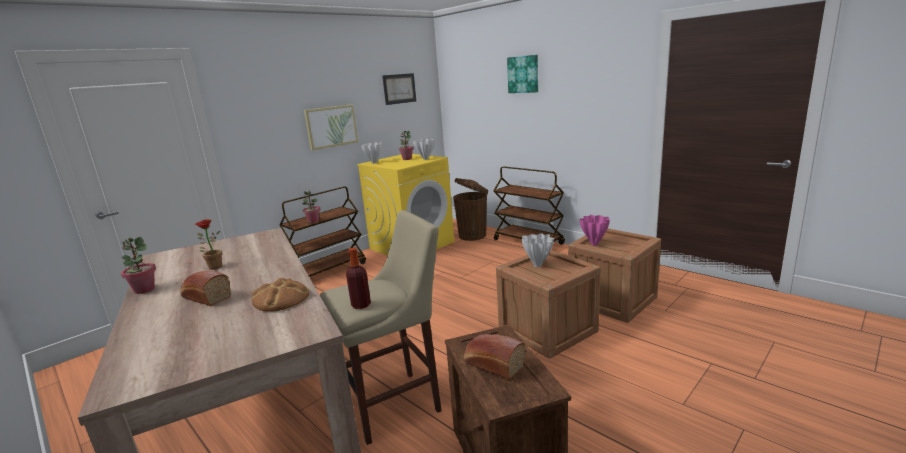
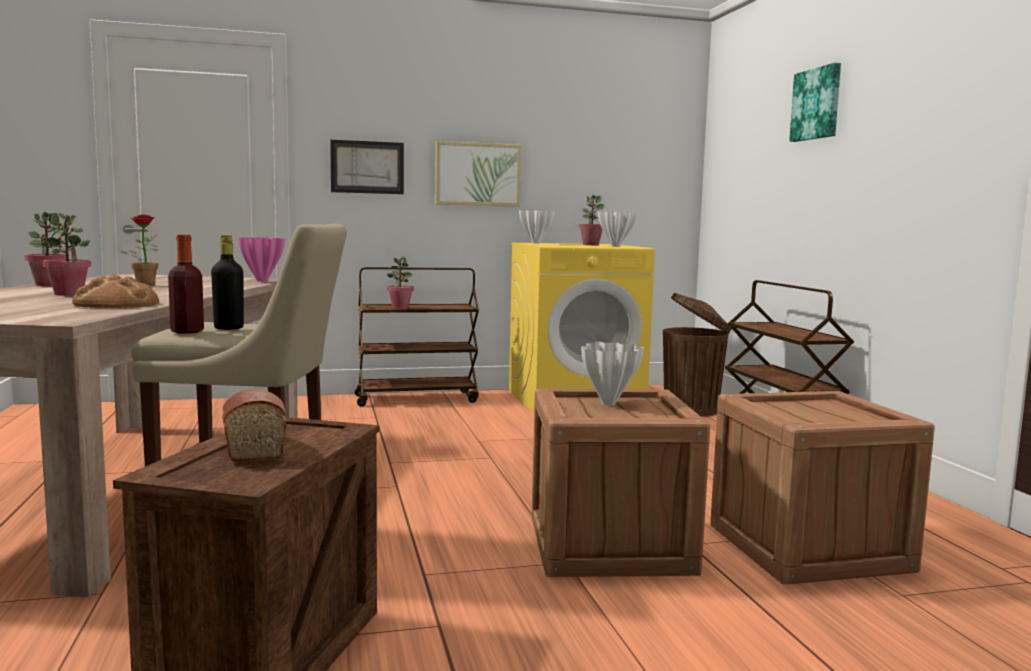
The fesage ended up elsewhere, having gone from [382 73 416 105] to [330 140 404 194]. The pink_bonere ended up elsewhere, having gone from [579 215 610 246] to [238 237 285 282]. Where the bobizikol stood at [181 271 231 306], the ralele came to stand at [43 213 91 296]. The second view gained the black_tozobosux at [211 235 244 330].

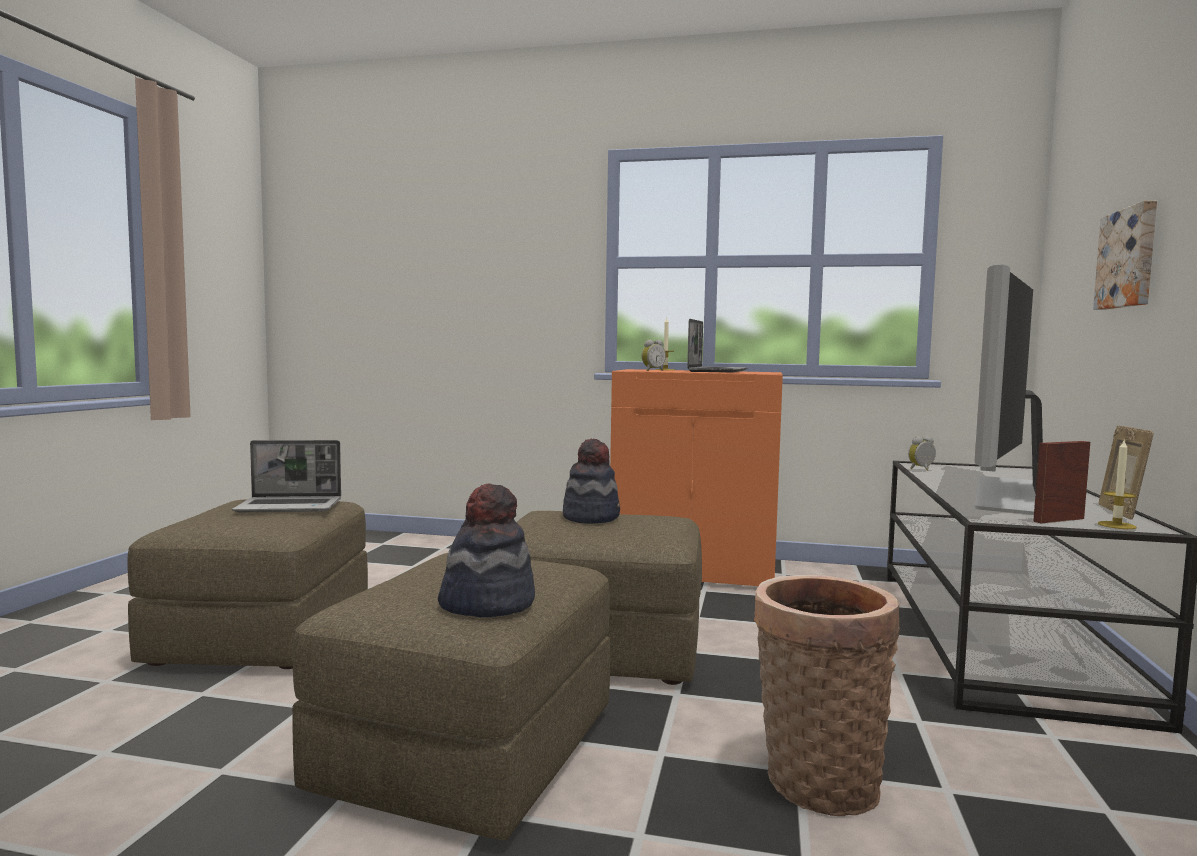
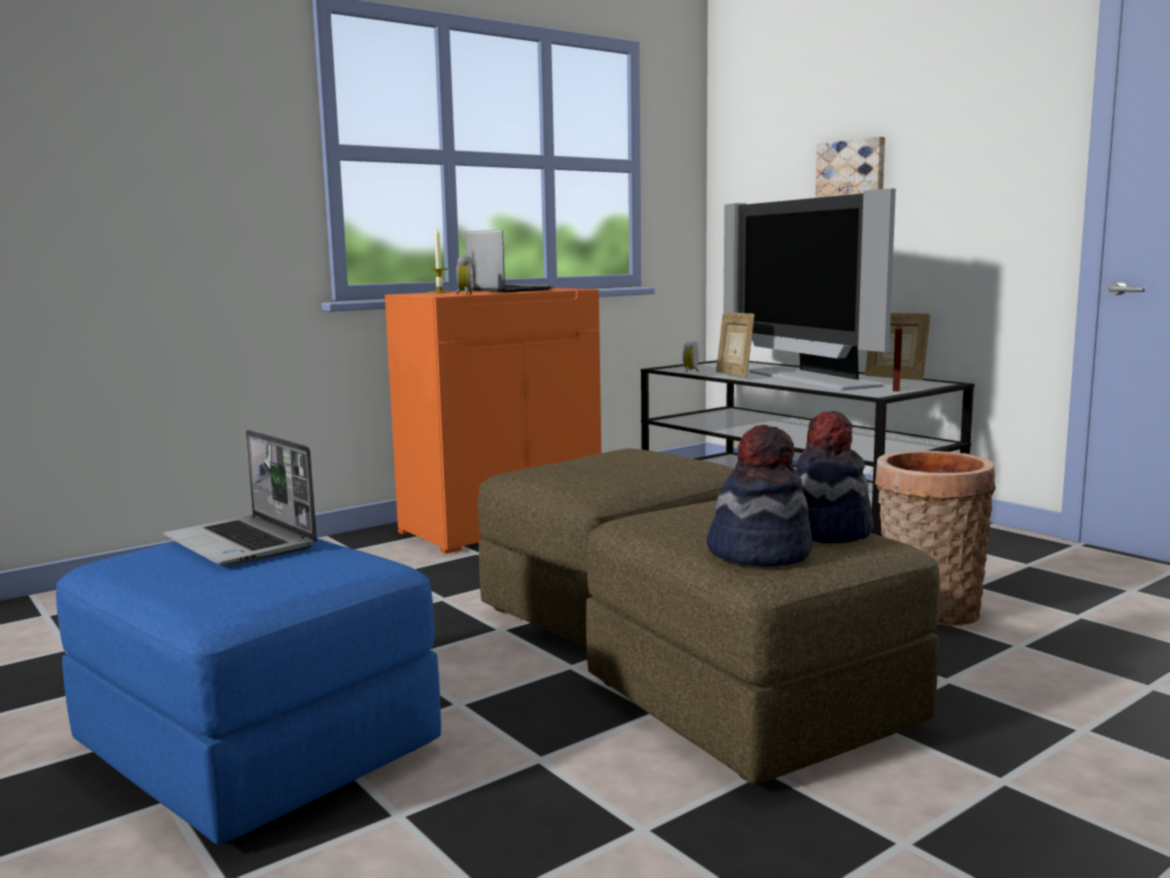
The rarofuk ended up elsewhere, having gone from [563 438 620 524] to [707 425 813 566]. The second view lost the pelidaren at [1098 439 1136 529]. The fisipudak at [232 440 341 512] ended up facing another way, 105 degrees clockwise from before. What was the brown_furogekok at [127 499 368 669] turned into the blue_furogekok at [56 538 441 845]. The second view gained the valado at [716 312 755 377].

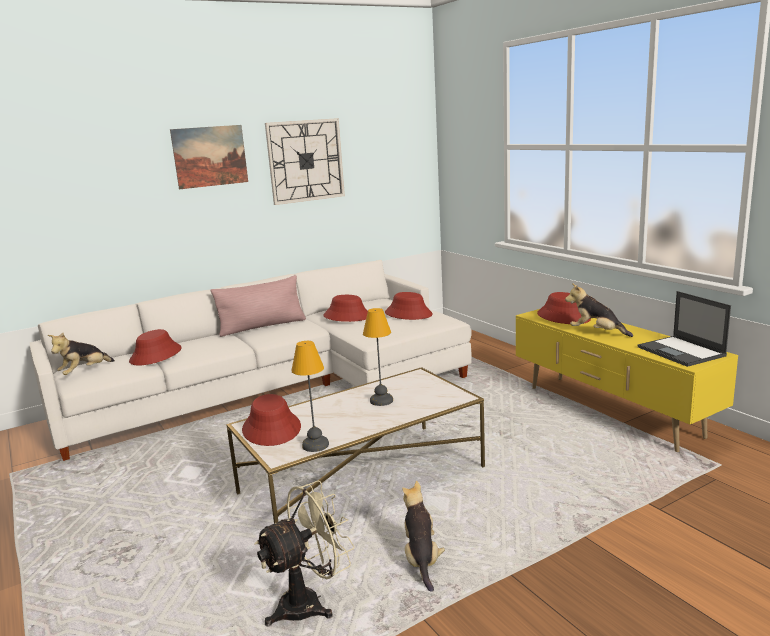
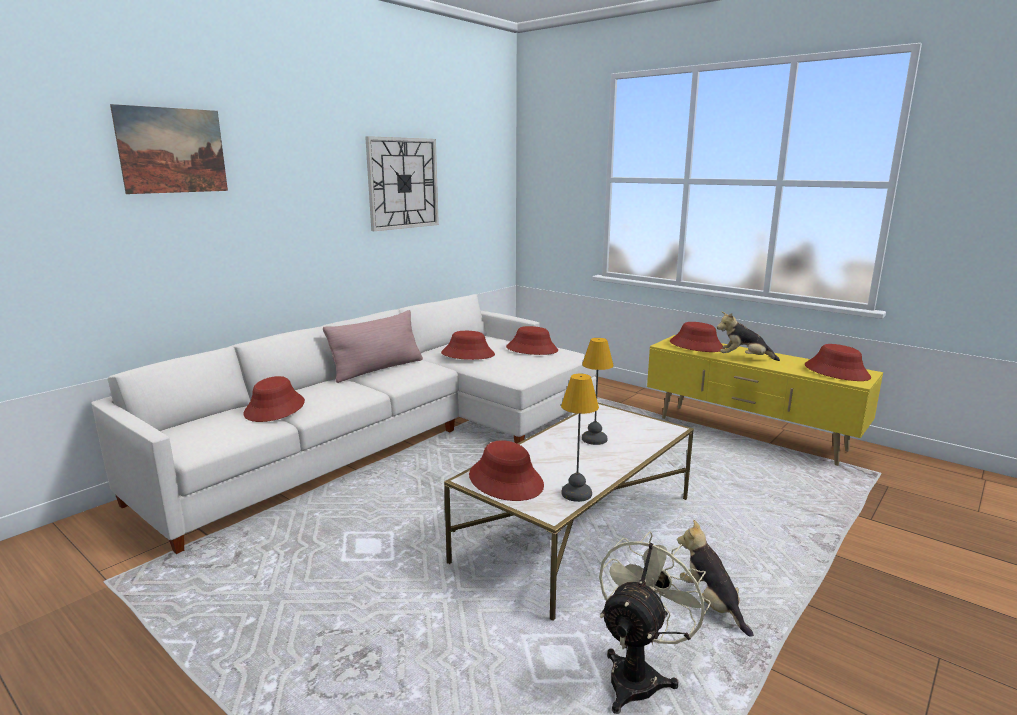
The fesage ended up elsewhere, having gone from [170 125 248 189] to [110 104 228 194]. Where the fisipudak stood at [638 291 731 367], the red_rarofuk came to stand at [805 344 871 381]. The second view lost the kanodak at [48 333 115 375].

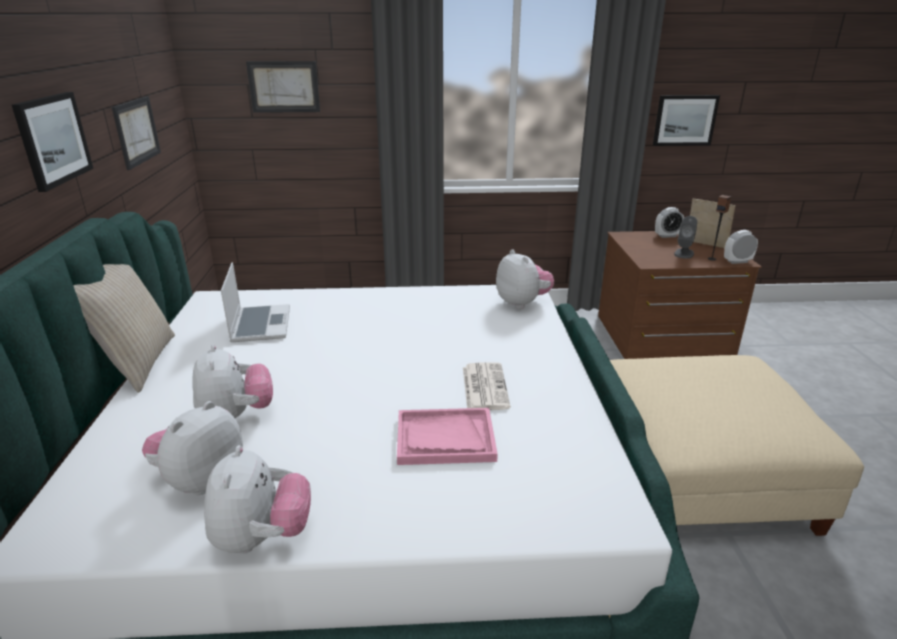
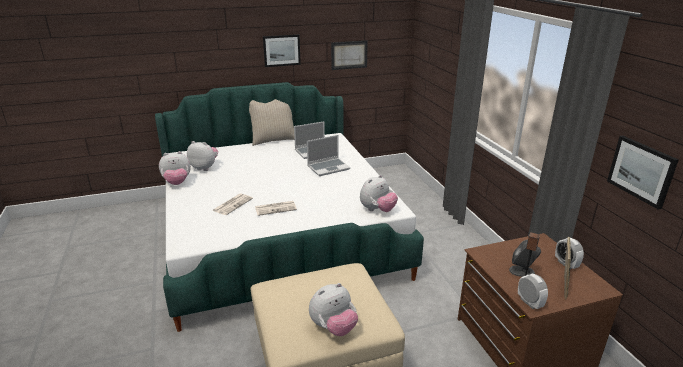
The second view lost the fesage at [246 61 320 113]. The kanodak ended up elsewhere, having gone from [193 344 273 418] to [309 283 358 336]. Where the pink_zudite stood at [397 408 498 465], the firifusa came to stand at [212 194 253 215]. The second view gained the fisipudak at [307 135 350 176].

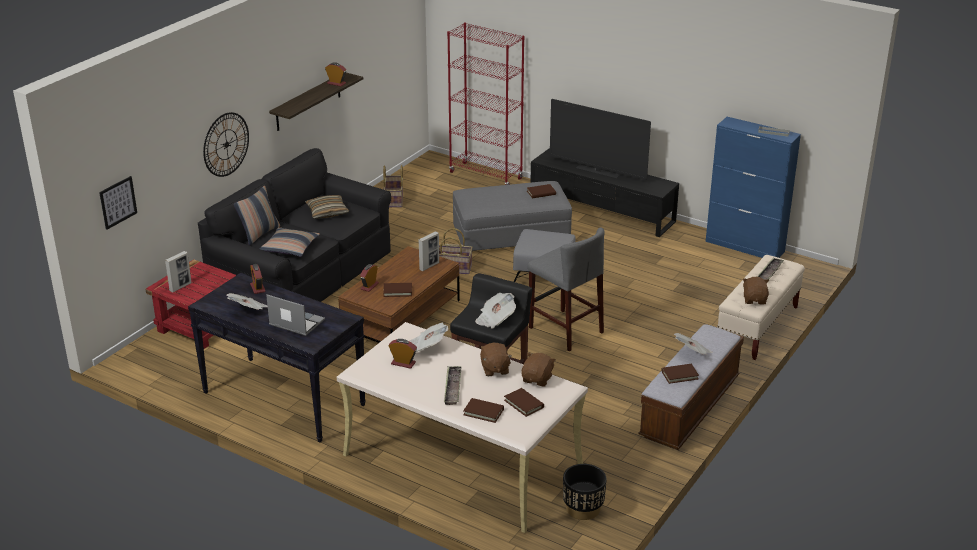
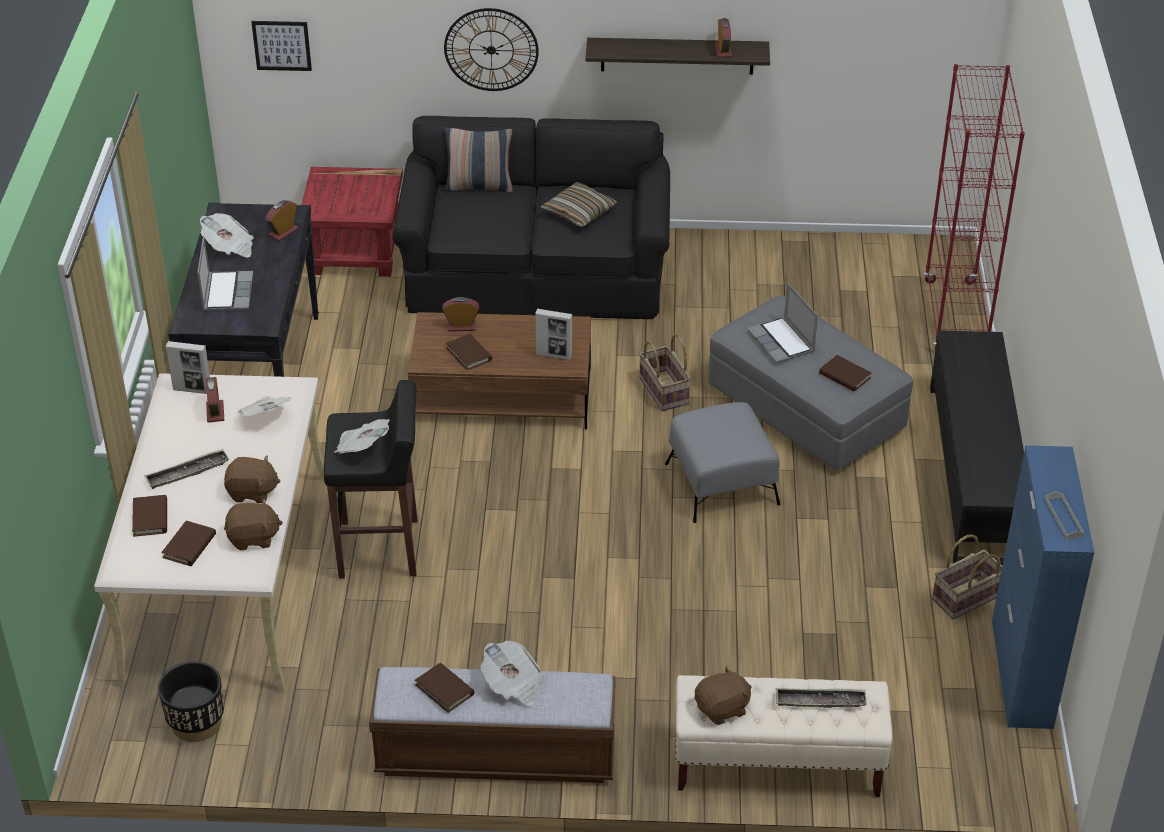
The second view lost the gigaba at [550 99 651 180]. The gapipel ended up elsewhere, having gone from [383 165 403 207] to [932 534 1002 619]. The second view lost the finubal at [260 227 320 257]. The second view lost the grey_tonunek at [528 228 605 352]. The valado ended up elsewhere, having gone from [165 251 192 293] to [166 341 210 394]. The brown_kanodak at [480 343 512 376] ended up facing another way, 135 degrees counterclockwise from before. The second view gained the fisipudak at [747 283 818 364].

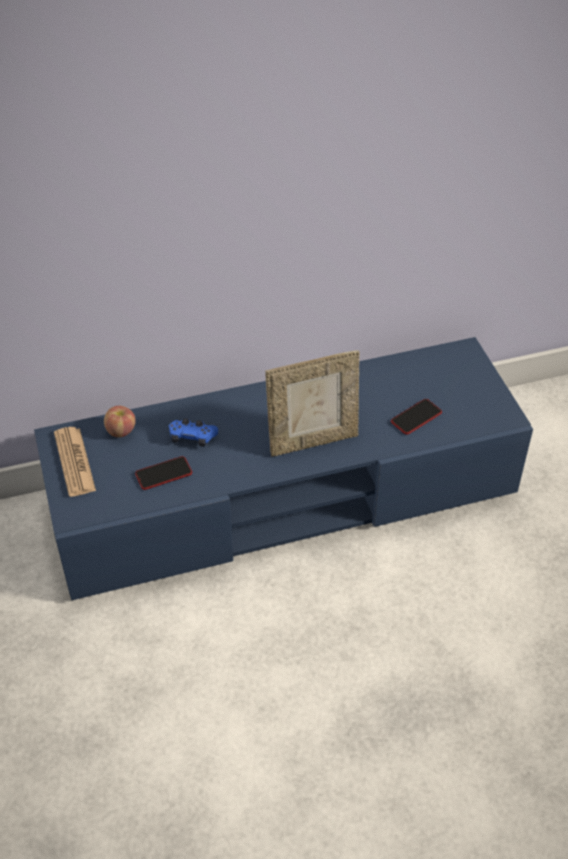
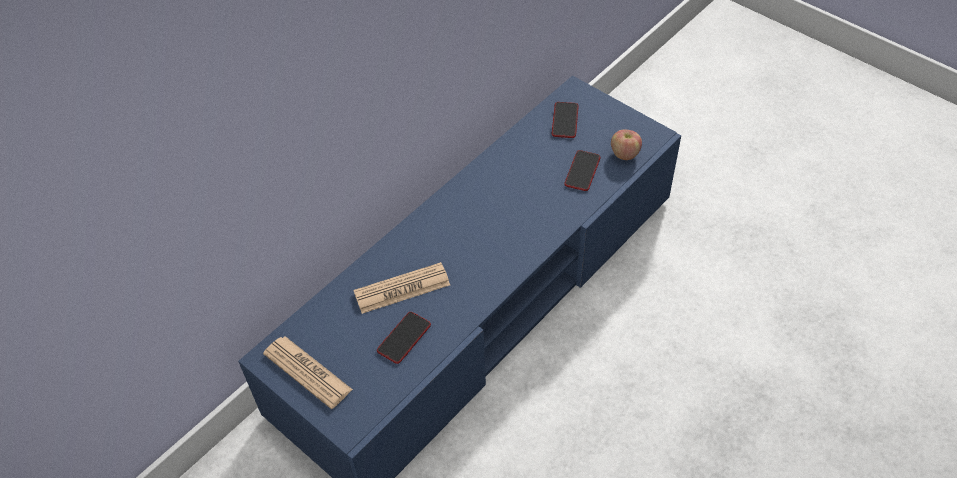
The second view lost the valado at [265 350 359 457]. The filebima ended up elsewhere, having gone from [104 406 136 437] to [611 130 642 160]. Where the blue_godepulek stood at [169 418 218 446], the firifusa came to stand at [354 262 450 314]. The second view gained the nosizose at [552 102 579 138].

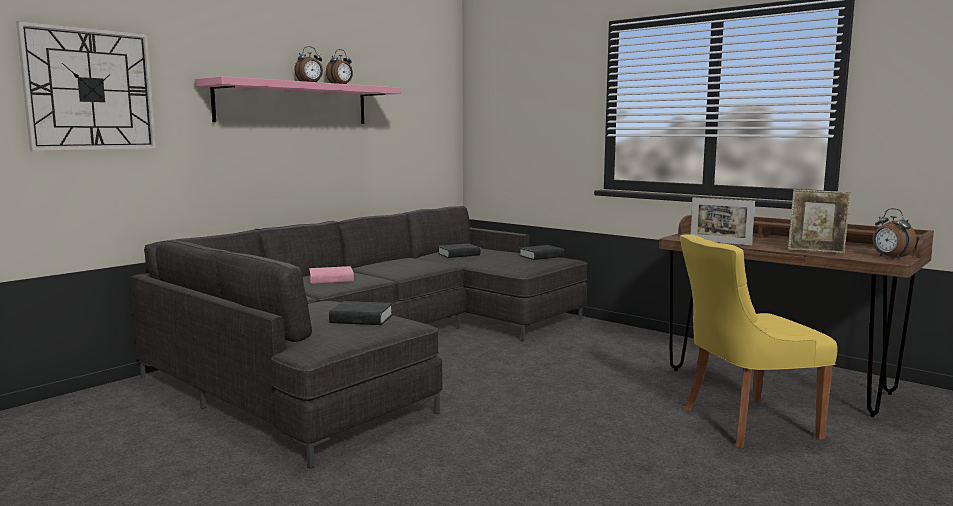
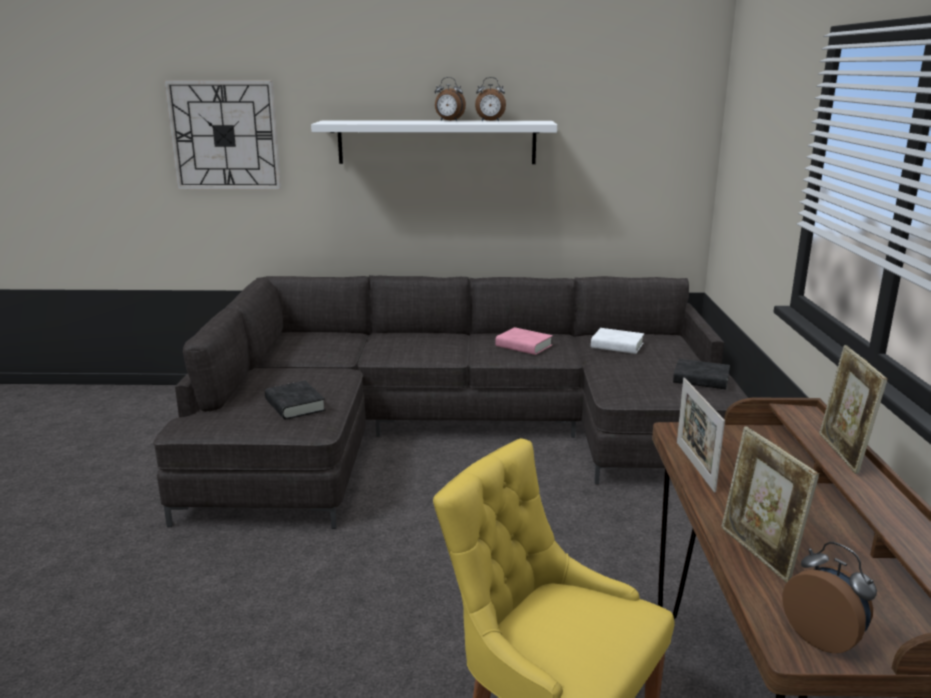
What was the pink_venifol at [195 76 401 124] turned into the white_venifol at [311 120 557 164]. The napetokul at [872 208 916 259] ended up facing another way, 120 degrees clockwise from before. What was the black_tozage at [438 243 481 258] turned into the white_tozage at [591 328 644 354]. The pink_tozage ended up elsewhere, having gone from [309 266 354 284] to [495 327 553 355]. The second view gained the valado at [819 345 887 474].

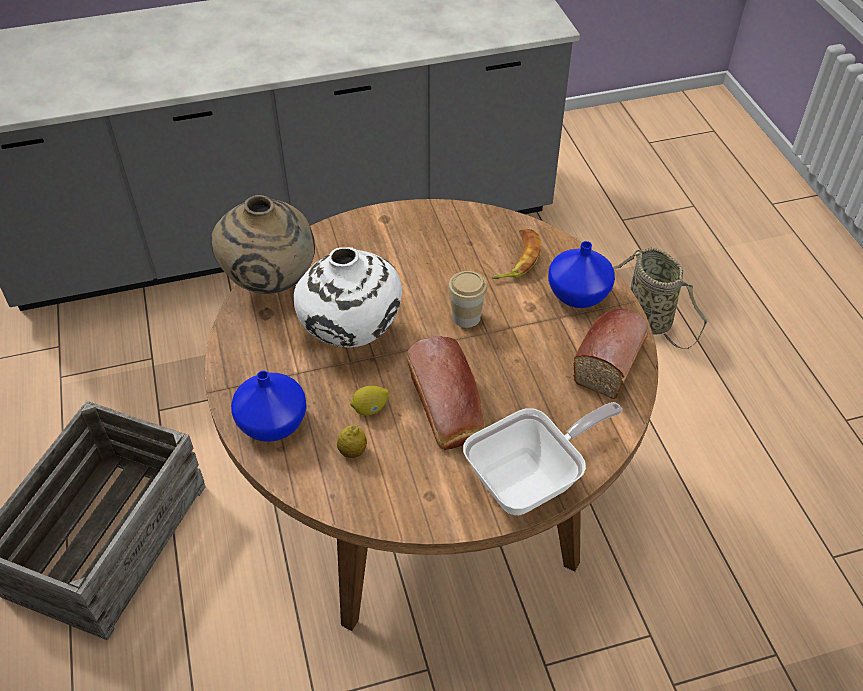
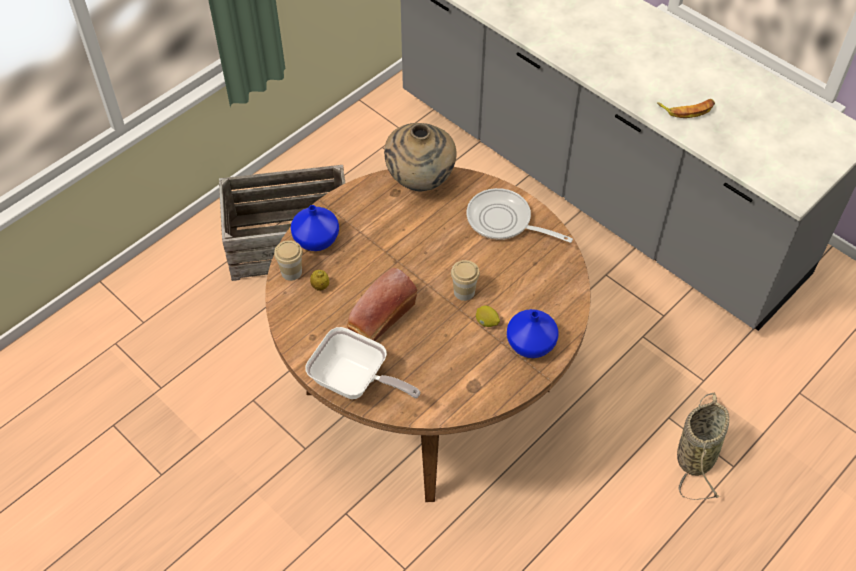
The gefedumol ended up elsewhere, having gone from [491 229 541 279] to [657 99 715 118]. The second view lost the white_bonere at [294 247 402 348]. The second view lost the bobizikol at [573 308 648 399]. The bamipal ended up elsewhere, having gone from [350 386 389 415] to [476 306 500 327]. The second view gained the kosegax at [467 188 573 243]. The second view gained the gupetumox at [274 240 303 281].

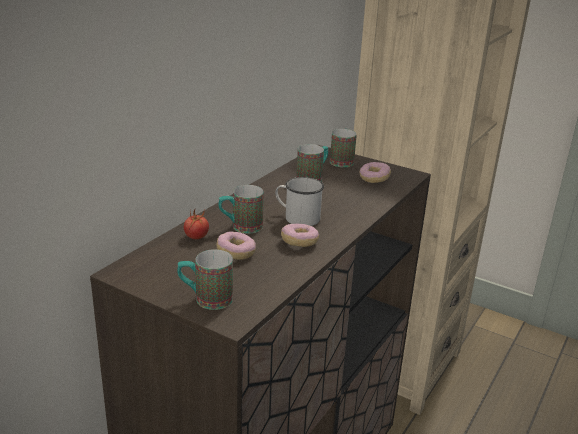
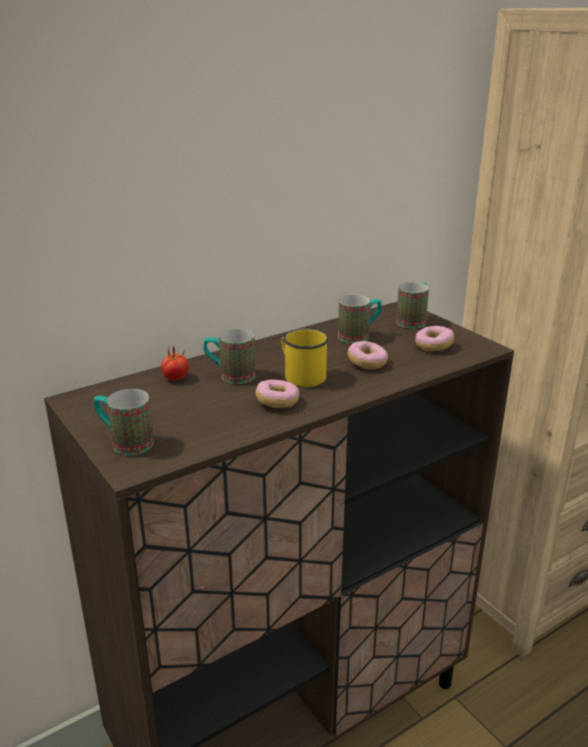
What was the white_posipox at [275 177 324 226] turned into the yellow_posipox at [281 328 329 387]. The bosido ended up elsewhere, having gone from [216 231 256 260] to [348 341 388 369].

